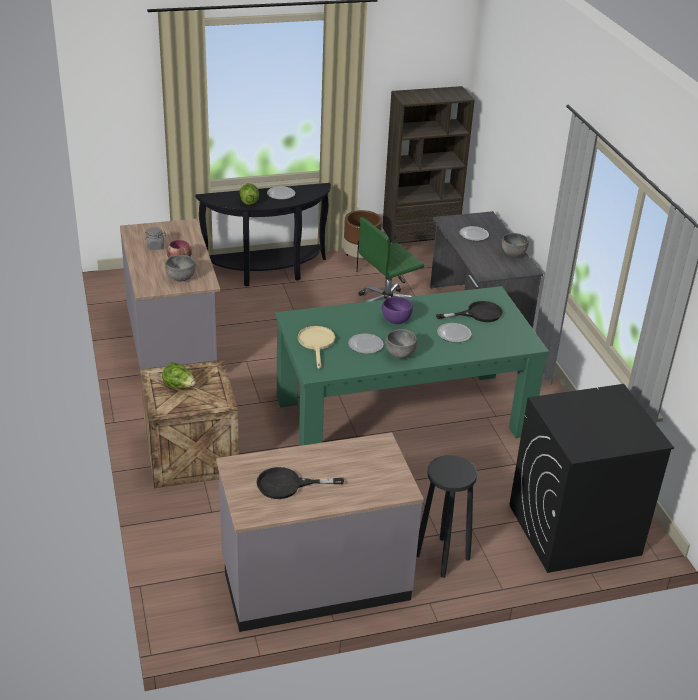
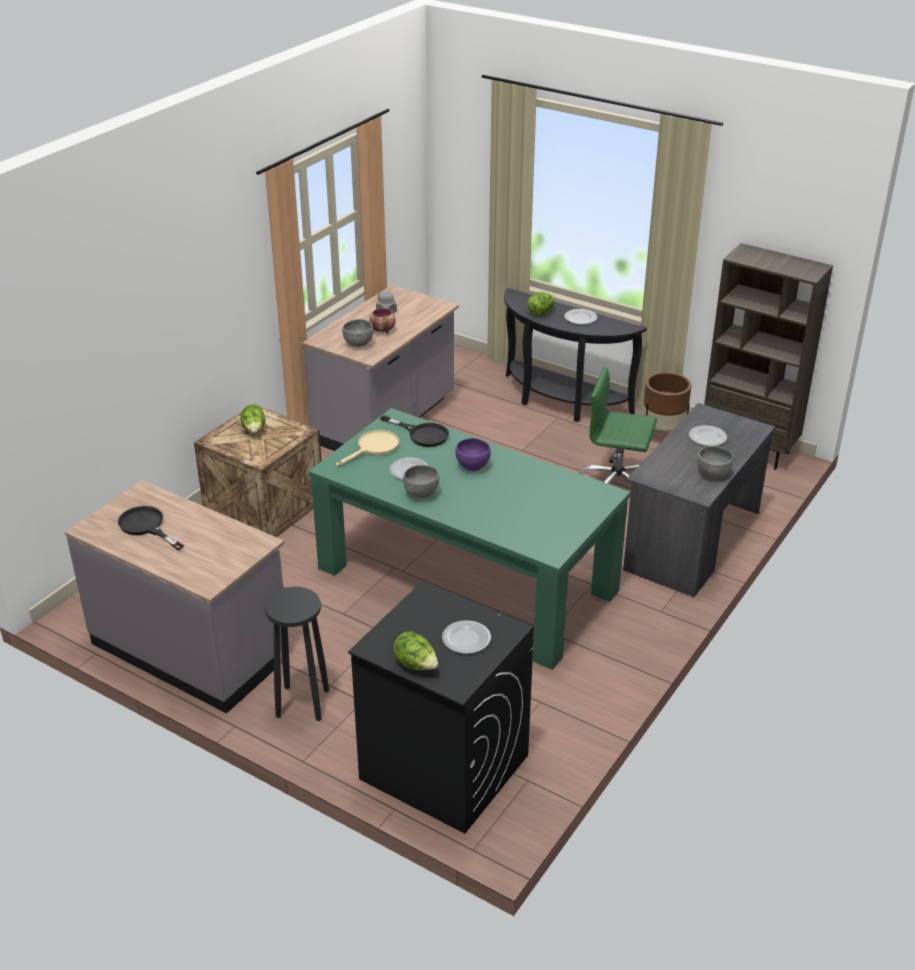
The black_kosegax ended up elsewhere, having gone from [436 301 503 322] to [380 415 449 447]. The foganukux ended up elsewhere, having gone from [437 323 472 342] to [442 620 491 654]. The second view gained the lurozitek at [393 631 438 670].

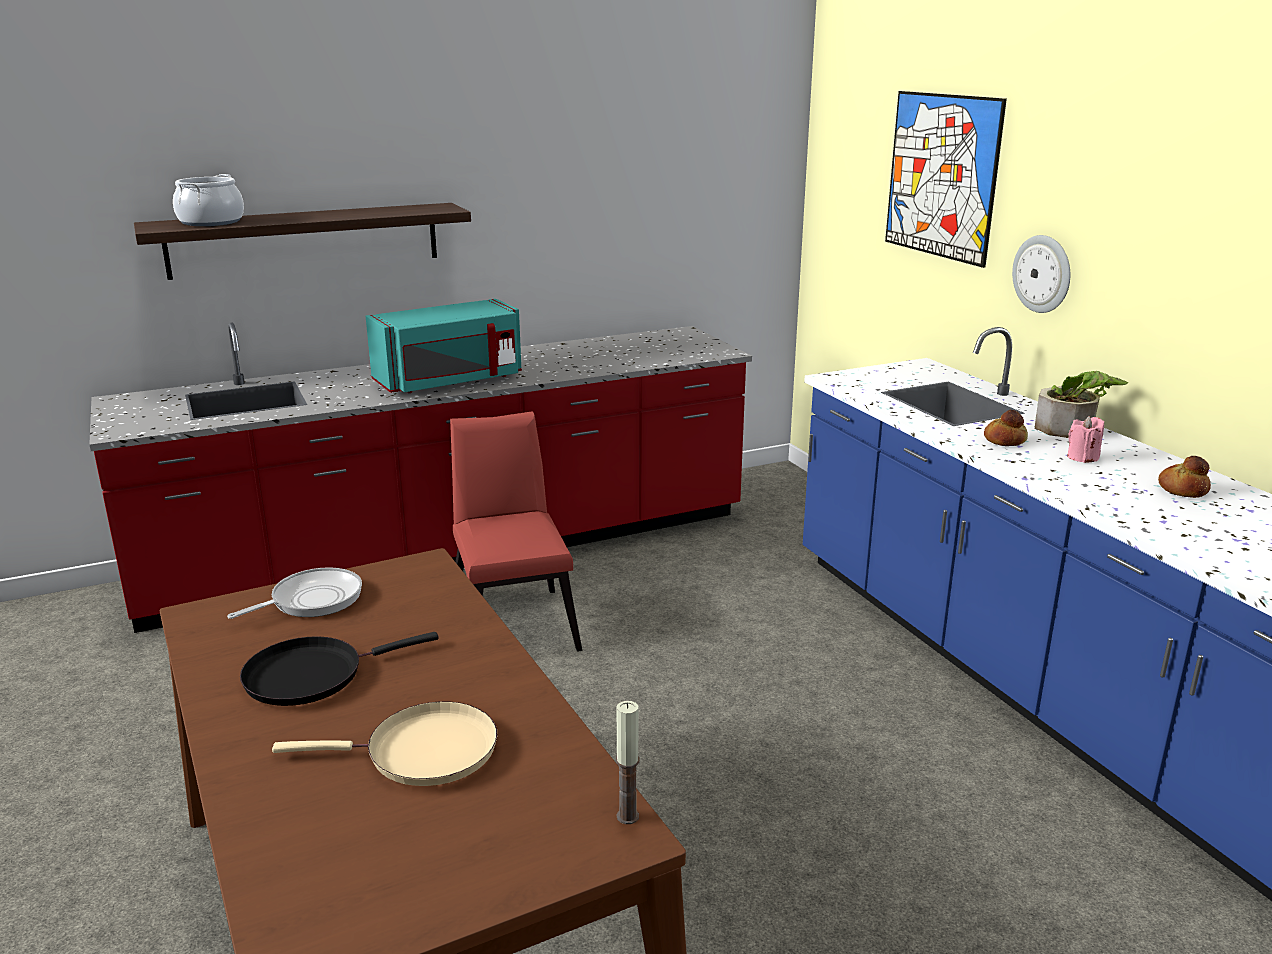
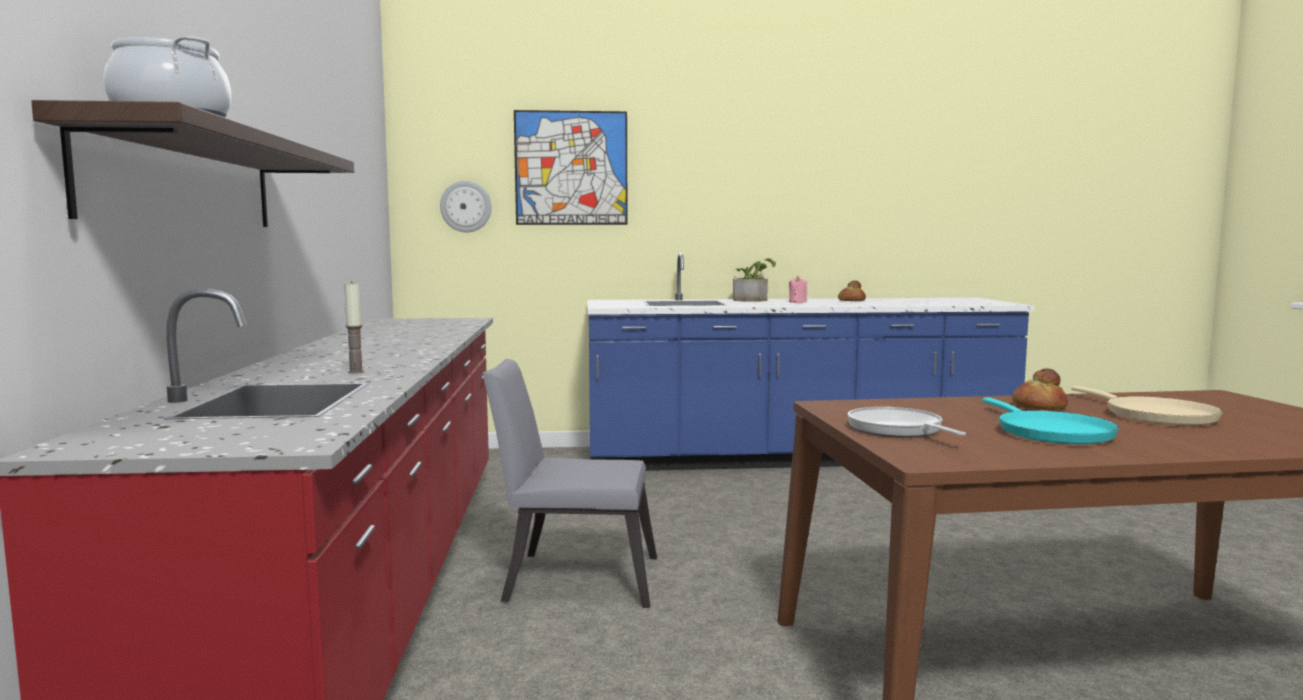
The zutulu ended up elsewhere, having gone from [1012 235 1070 313] to [440 181 492 232]. The second view lost the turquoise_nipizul at [366 299 522 393]. The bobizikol ended up elsewhere, having gone from [984 410 1028 446] to [1012 368 1068 410]. What was the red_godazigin at [450 411 582 652] turned into the grey_godazigin at [482 359 657 608]. What was the black_kosegax at [240 632 439 706] turned into the turquoise_kosegax at [983 397 1119 444]. The beige_kosegax at [272 701 497 786] ended up facing another way, 150 degrees clockwise from before. The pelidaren ended up elsewhere, having gone from [616 701 640 824] to [344 281 364 374].

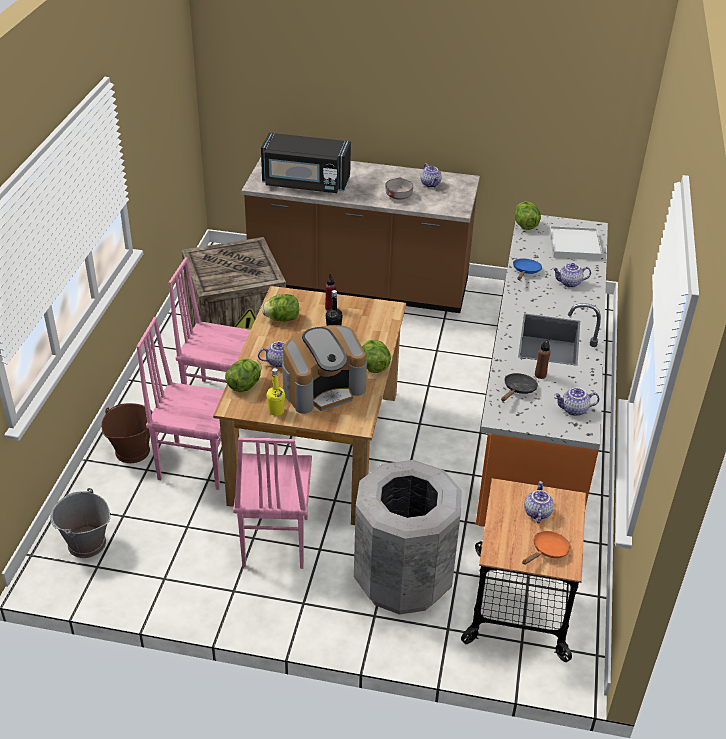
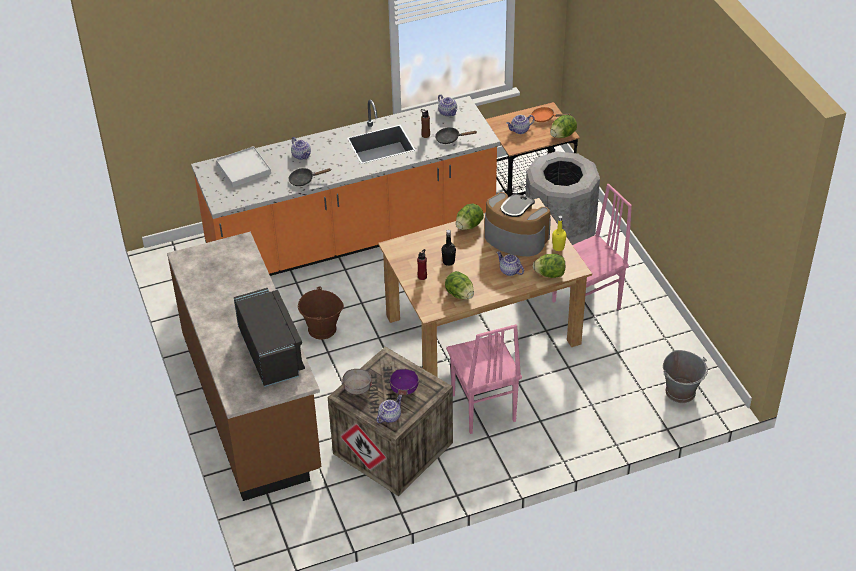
The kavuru ended up elsewhere, having gone from [420 163 441 188] to [376 395 402 423]. The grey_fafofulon ended up elsewhere, having gone from [385 177 413 199] to [341 369 373 395]. The lurozitek ended up elsewhere, having gone from [515 201 541 230] to [550 115 577 138]. What was the blue_kosegax at [513 259 542 280] turned into the black_kosegax at [289 168 331 186]. The second view lost the pink_godazigin at [136 317 224 490]. The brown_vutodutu ended up elsewhere, having gone from [101 403 153 463] to [298 287 344 340]. The second view gained the purple_fafofulon at [389 369 419 395].

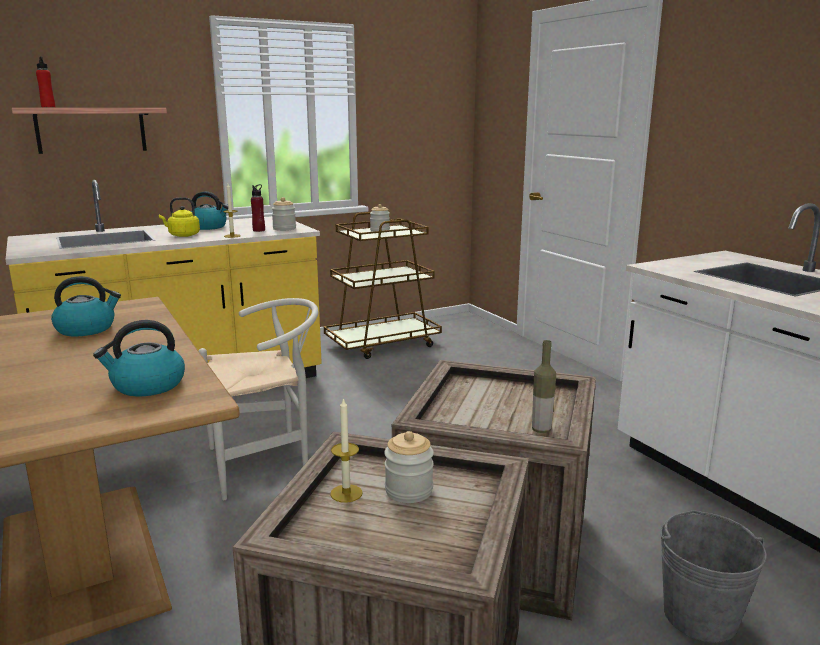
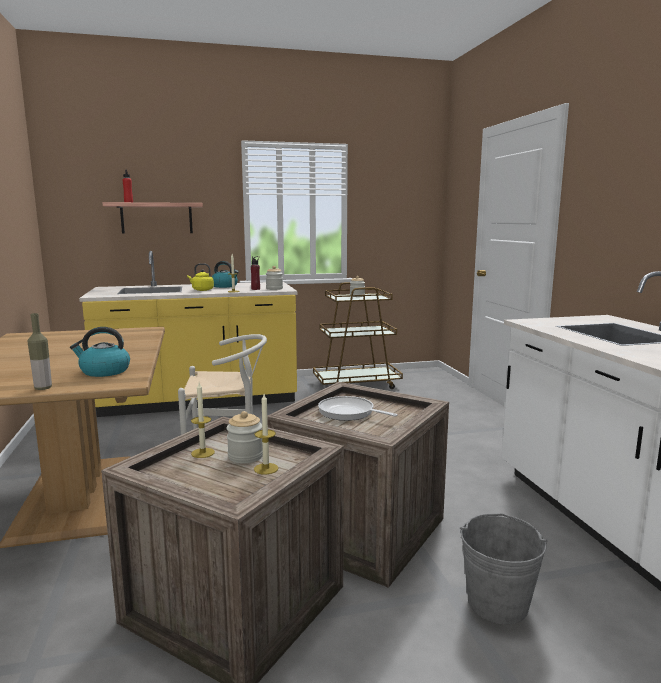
The second view lost the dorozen at [51 276 121 336]. The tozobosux ended up elsewhere, having gone from [532 340 556 433] to [28 313 52 390]. The second view gained the pelidaren at [254 394 278 474]. The second view gained the kosegax at [318 396 398 421].

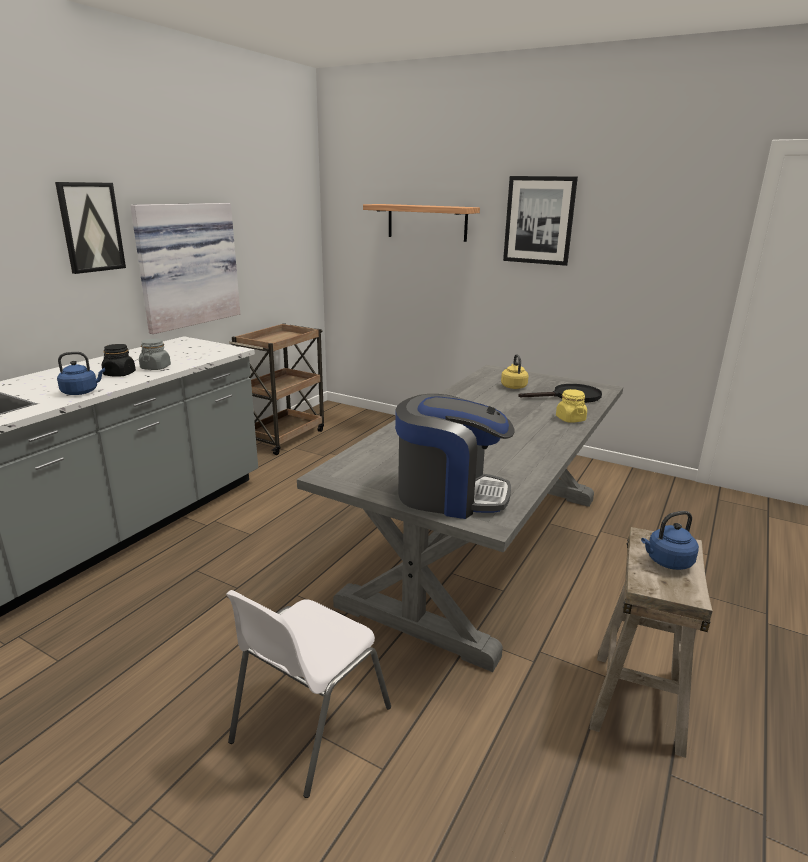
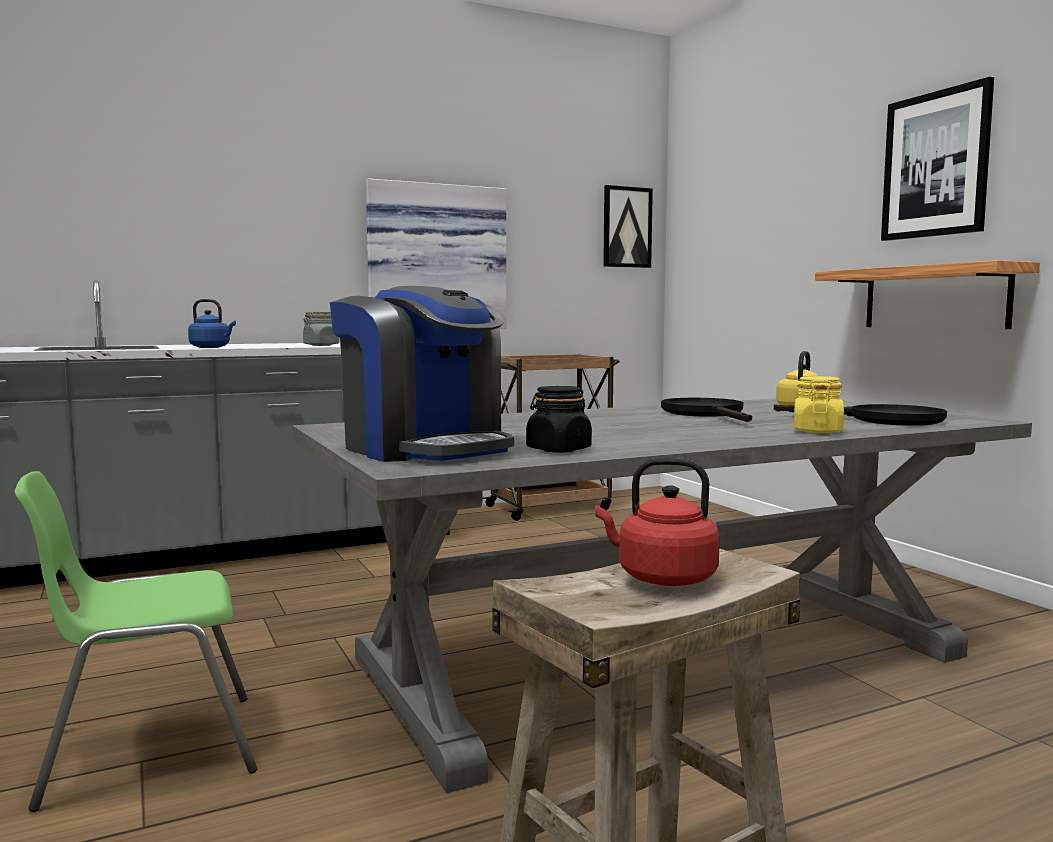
The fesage ended up elsewhere, having gone from [55 182 126 274] to [603 185 653 268]. The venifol ended up elsewhere, having gone from [363 204 480 242] to [815 260 1040 329]. The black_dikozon ended up elsewhere, having gone from [102 344 136 377] to [526 386 592 452]. What was the blue_dorozen at [641 511 699 570] turned into the red_dorozen at [595 457 720 586]. What was the white_godazigin at [226 590 391 798] turned into the green_godazigin at [15 471 257 812]. The second view gained the black_kosegax at [661 398 752 422].

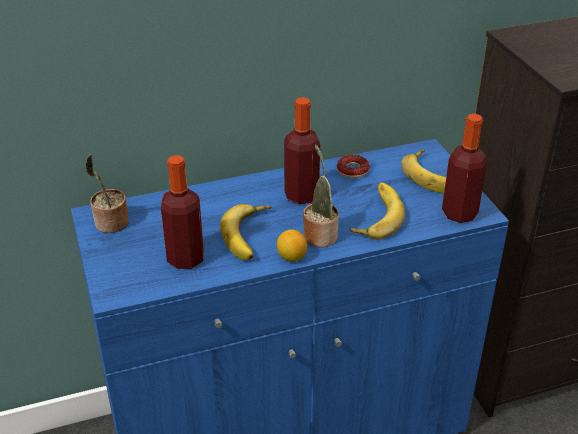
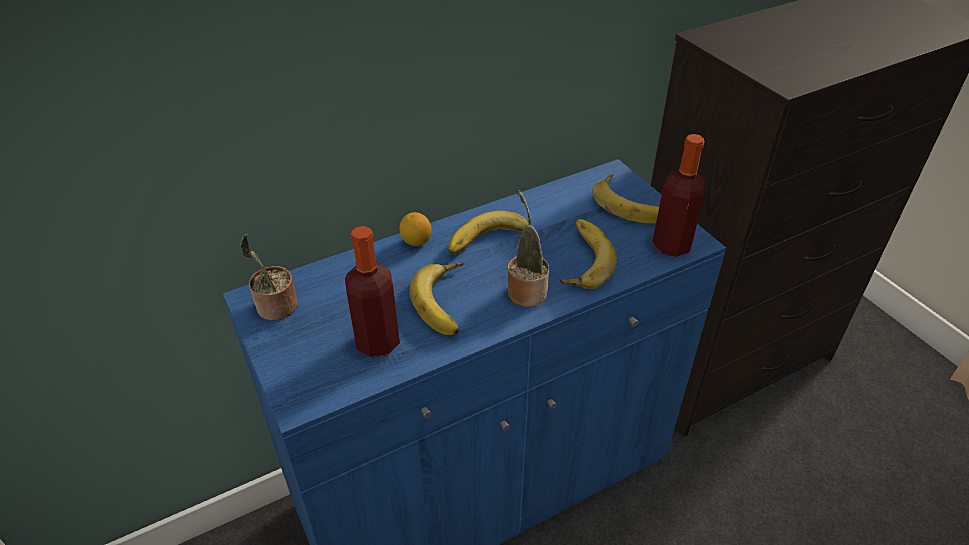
Where the tozobosux stood at [284 97 320 204], the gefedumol came to stand at [448 211 529 255]. The second view lost the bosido at [337 155 370 178]. The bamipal ended up elsewhere, having gone from [277 229 307 262] to [399 212 432 246].

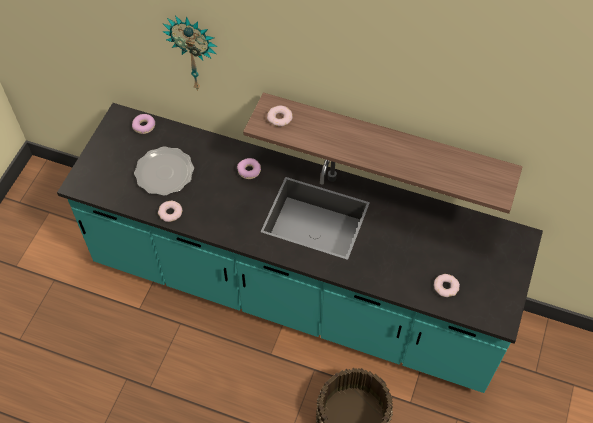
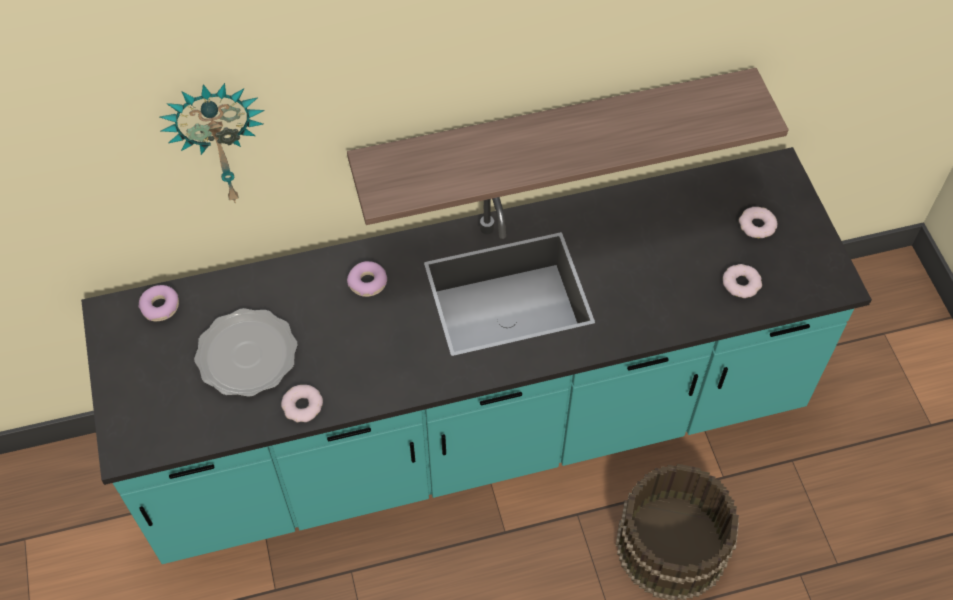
The bosido ended up elsewhere, having gone from [267 106 293 127] to [739 207 777 238].

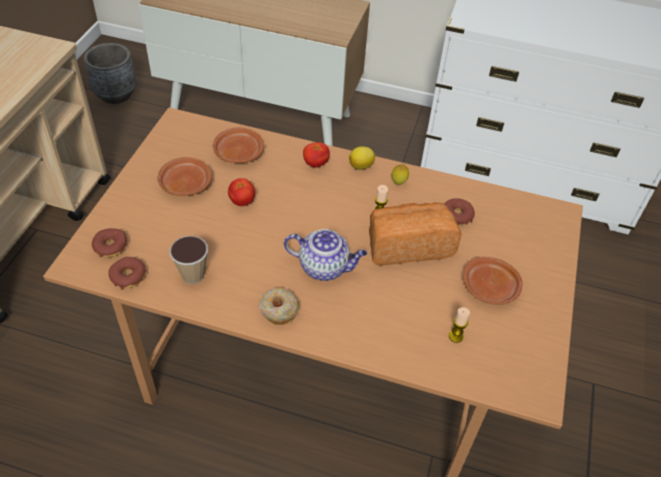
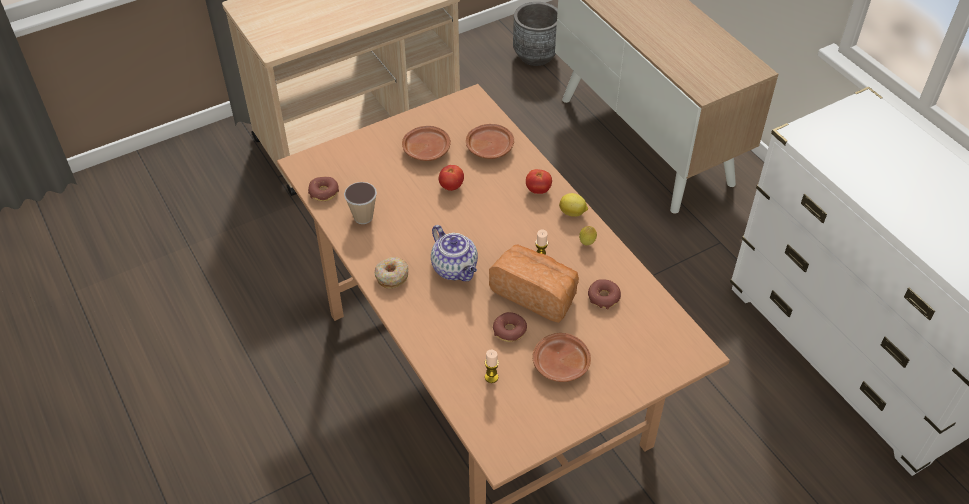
The bosido ended up elsewhere, having gone from [92 228 127 257] to [493 312 527 342].

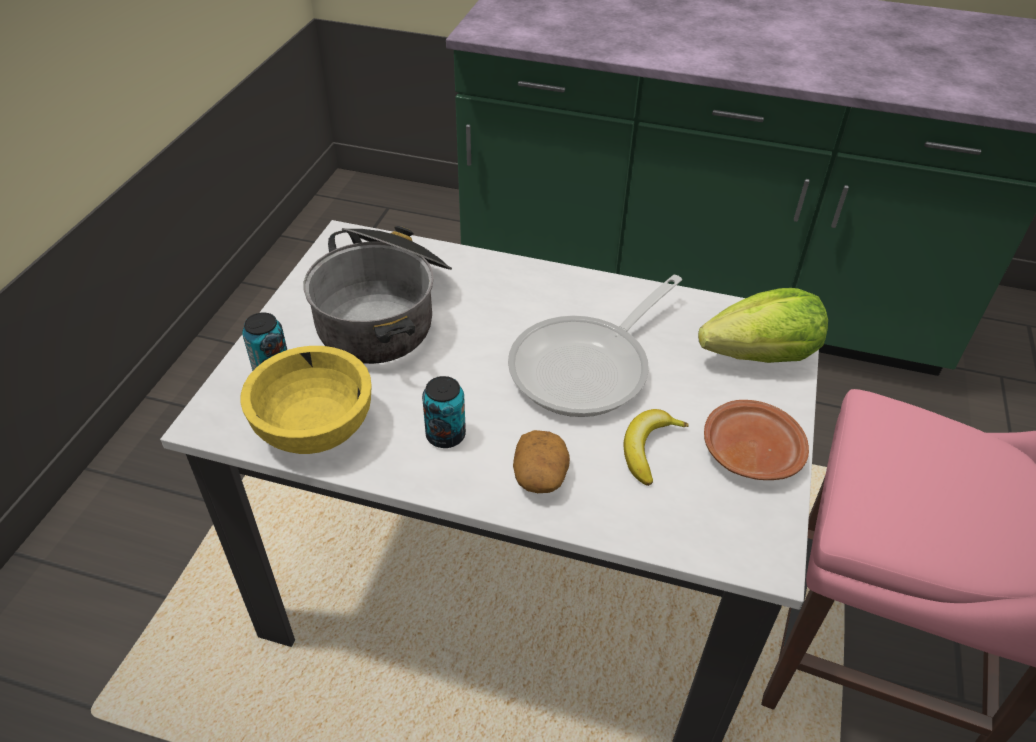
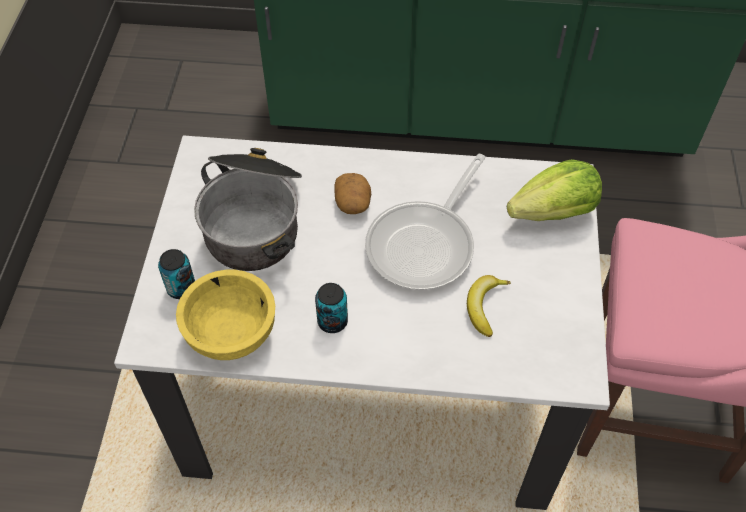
The second view lost the brown_foganukux at [704 400 809 480]. The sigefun ended up elsewhere, having gone from [513 430 570 493] to [334 173 371 214].

